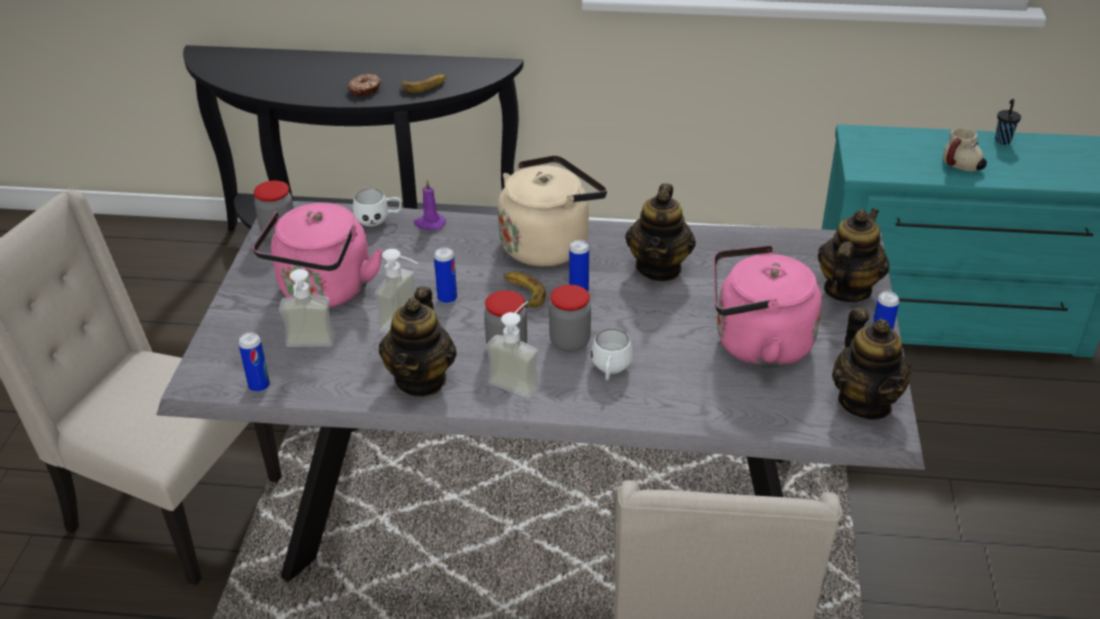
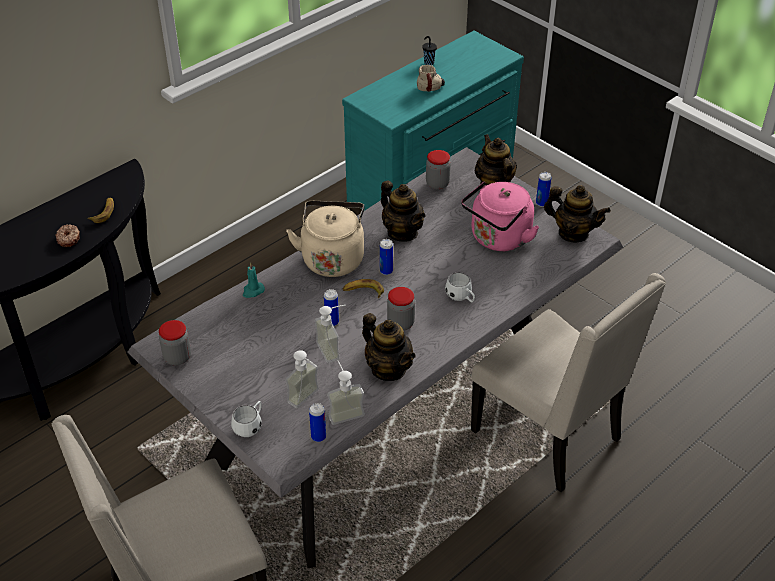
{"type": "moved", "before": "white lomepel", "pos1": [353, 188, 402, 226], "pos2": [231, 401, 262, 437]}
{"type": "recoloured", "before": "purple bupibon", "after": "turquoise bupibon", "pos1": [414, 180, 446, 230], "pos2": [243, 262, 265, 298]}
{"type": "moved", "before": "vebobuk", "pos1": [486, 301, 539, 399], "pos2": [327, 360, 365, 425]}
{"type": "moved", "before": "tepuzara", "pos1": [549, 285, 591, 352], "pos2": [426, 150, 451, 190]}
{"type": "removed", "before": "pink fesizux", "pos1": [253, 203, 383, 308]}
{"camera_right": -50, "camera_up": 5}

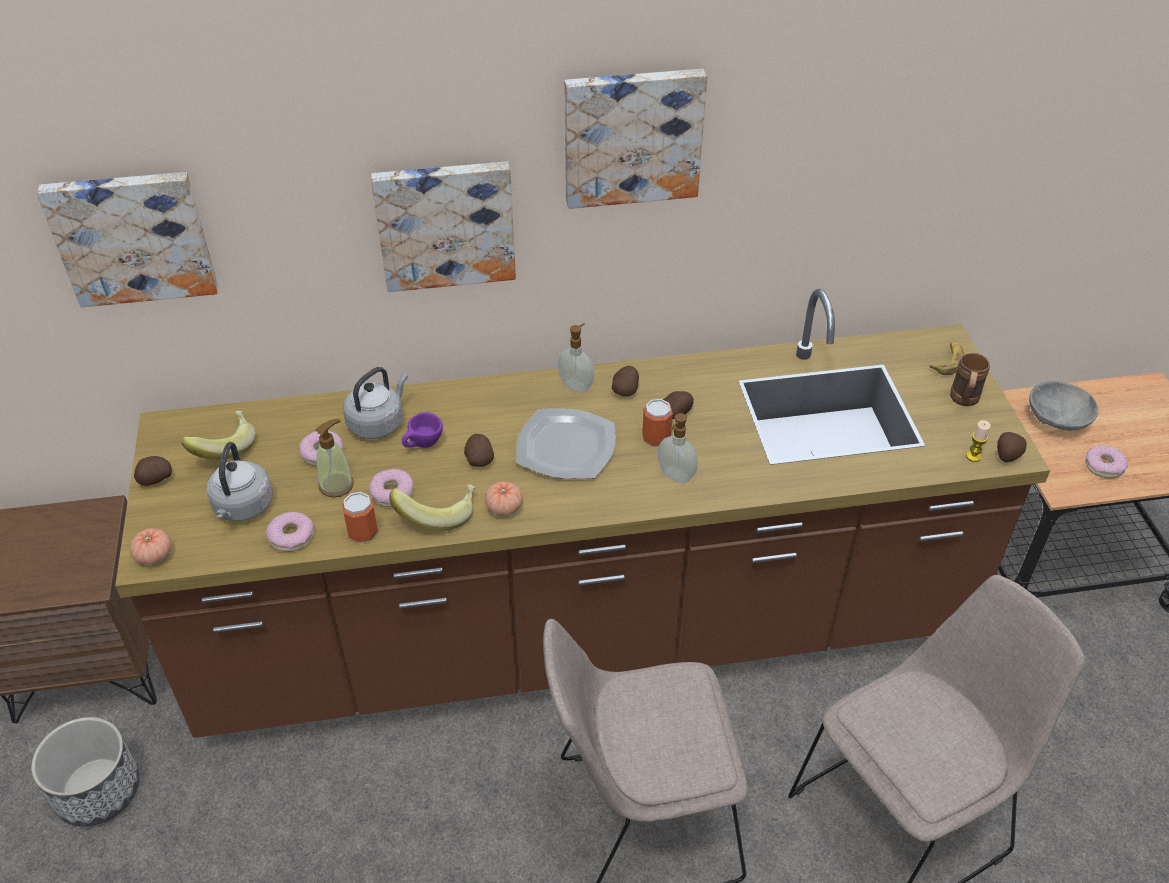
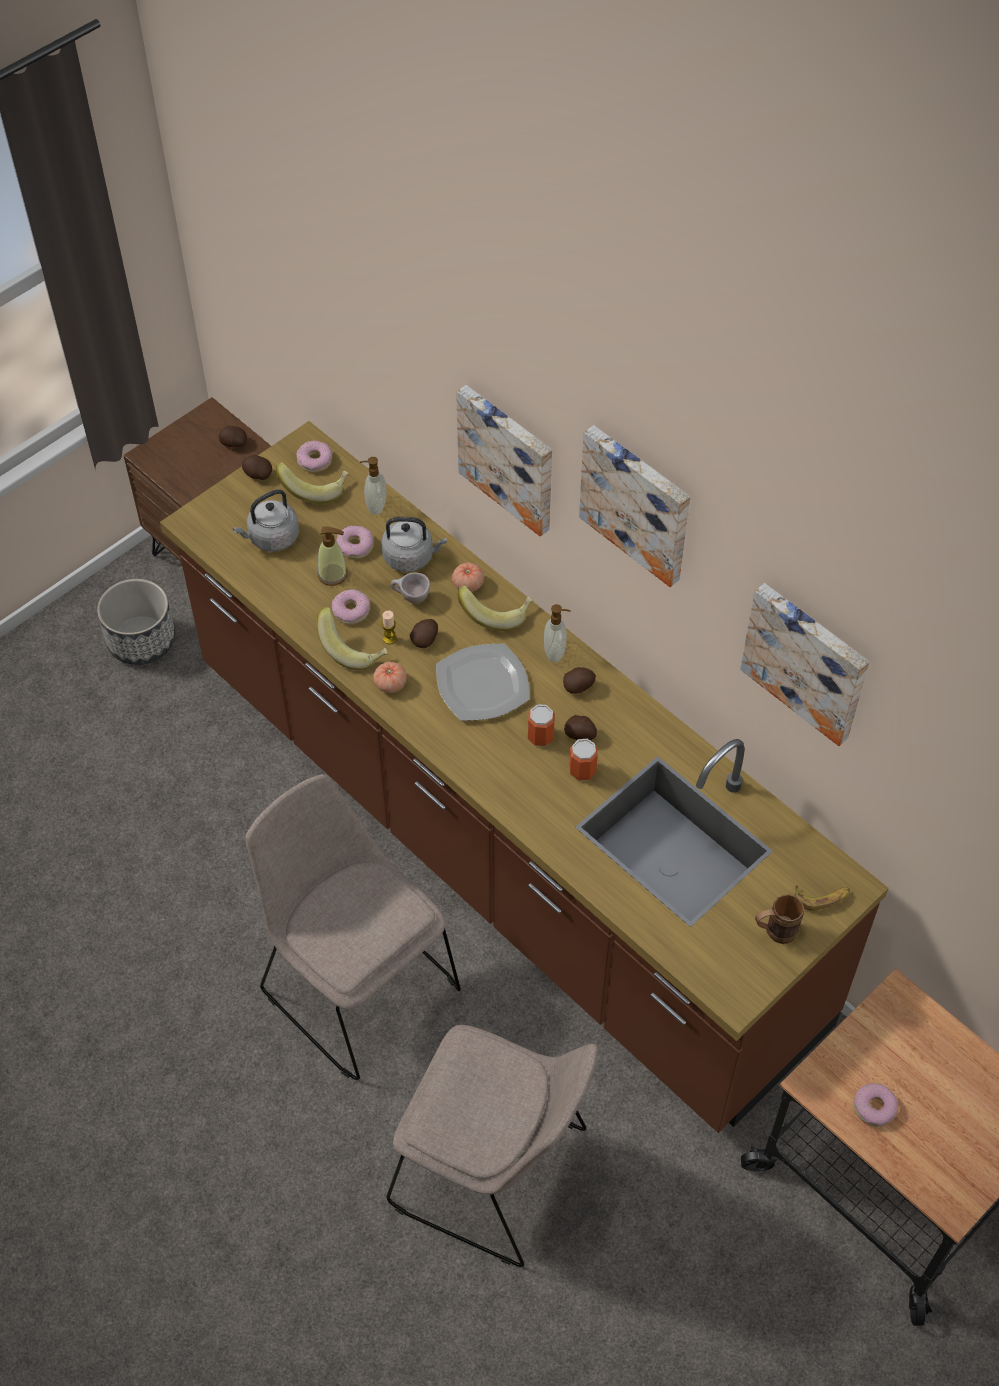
{"type": "moved", "before": "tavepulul", "pos1": [997, 432, 1027, 462], "pos2": [218, 426, 247, 447]}
{"type": "moved", "before": "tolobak", "pos1": [266, 512, 314, 552], "pos2": [297, 440, 333, 473]}
{"type": "moved", "before": "vebobuk", "pos1": [658, 413, 698, 483], "pos2": [360, 457, 386, 515]}
{"type": "moved", "before": "bupibon", "pos1": [966, 420, 991, 462], "pos2": [382, 610, 397, 644]}
{"type": "recoloured", "before": "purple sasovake", "after": "beige sasovake", "pos1": [402, 412, 443, 448], "pos2": [390, 573, 430, 604]}
{"type": "moved", "before": "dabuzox", "pos1": [130, 528, 171, 565], "pos2": [452, 563, 484, 592]}
{"type": "added", "after": "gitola", "pos2": [457, 585, 533, 631]}
{"type": "moved", "before": "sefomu", "pos1": [342, 492, 378, 543], "pos2": [569, 739, 598, 781]}
{"type": "moved", "before": "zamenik", "pos1": [37, 172, 218, 307], "pos2": [740, 583, 869, 746]}
{"type": "removed", "before": "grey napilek", "pos1": [1029, 381, 1098, 430]}
{"camera_right": 55, "camera_up": 10}

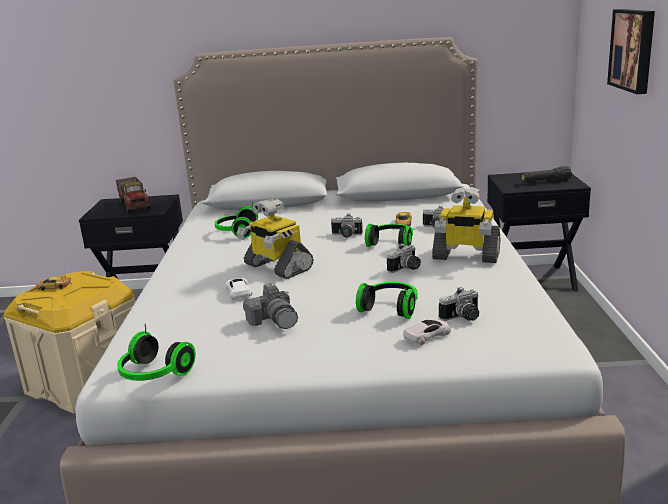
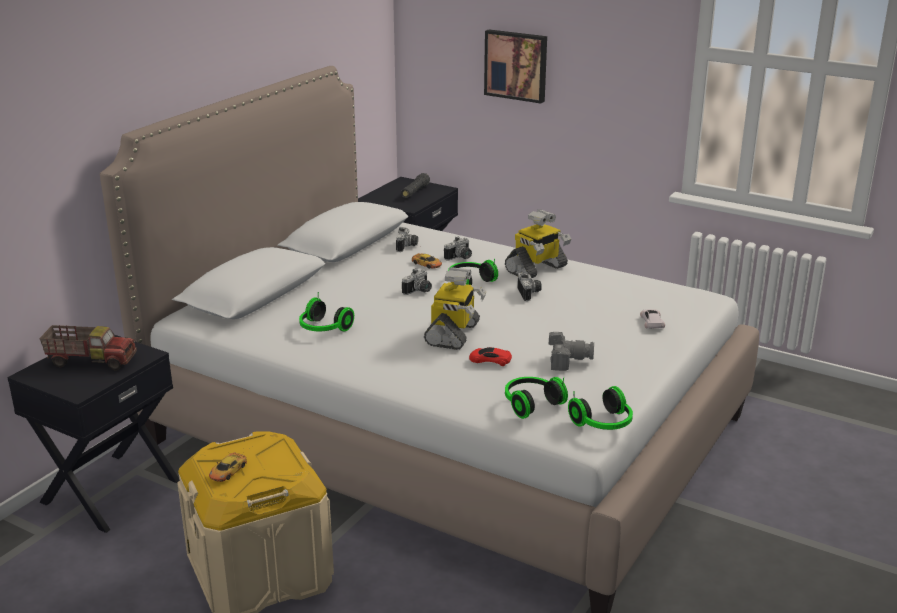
{"type": "moved", "before": "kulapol", "pos1": [439, 287, 479, 321], "pos2": [396, 227, 418, 252]}
{"type": "turned", "before": "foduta", "pos1": [236, 198, 313, 279], "pos2": [424, 267, 486, 350], "turn": -60}
{"type": "recoloured", "before": "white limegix", "after": "red limegix", "pos1": [225, 278, 253, 299], "pos2": [469, 347, 512, 366]}
{"type": "moved", "before": "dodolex", "pos1": [356, 282, 418, 319], "pos2": [505, 377, 568, 419]}
{"camera_right": -60, "camera_up": 5}

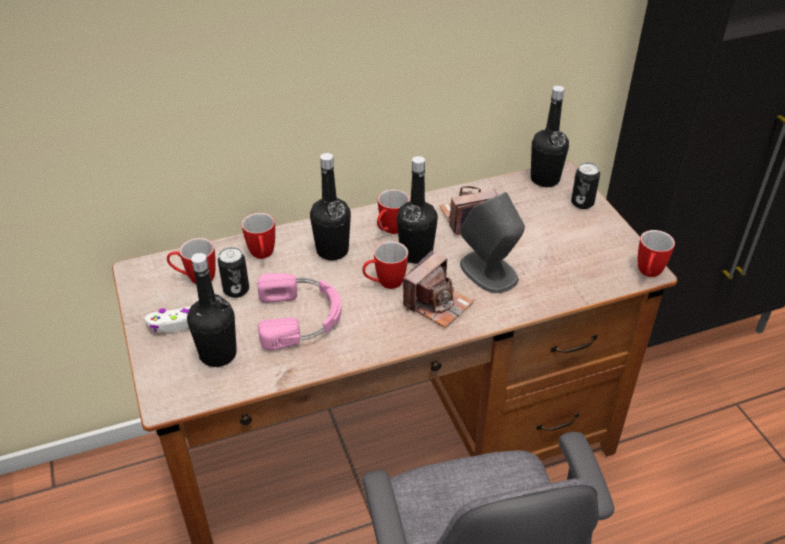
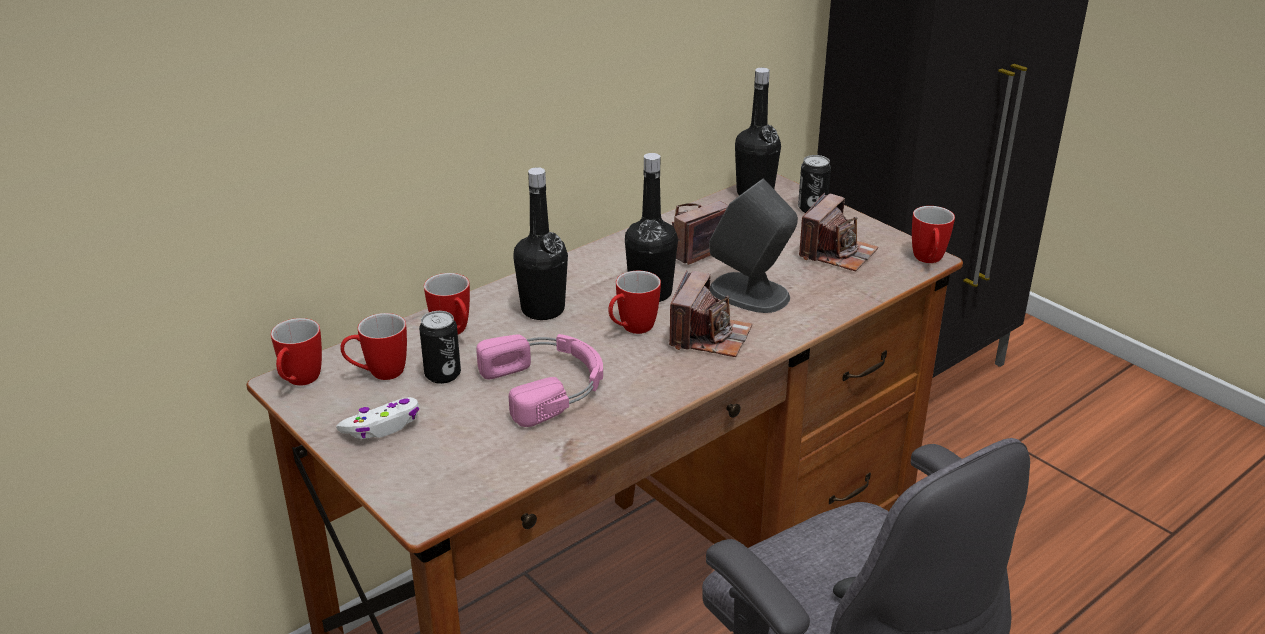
{"type": "moved", "before": "lomepel", "pos1": [377, 189, 410, 234], "pos2": [271, 318, 322, 386]}
{"type": "added", "after": "kulapol", "pos2": [799, 193, 878, 272]}
{"type": "removed", "before": "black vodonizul", "pos1": [187, 253, 237, 367]}
{"camera_right": -20, "camera_up": -10}

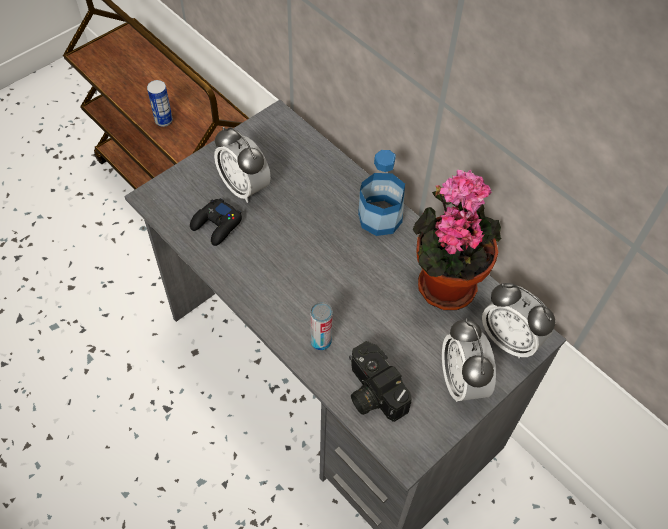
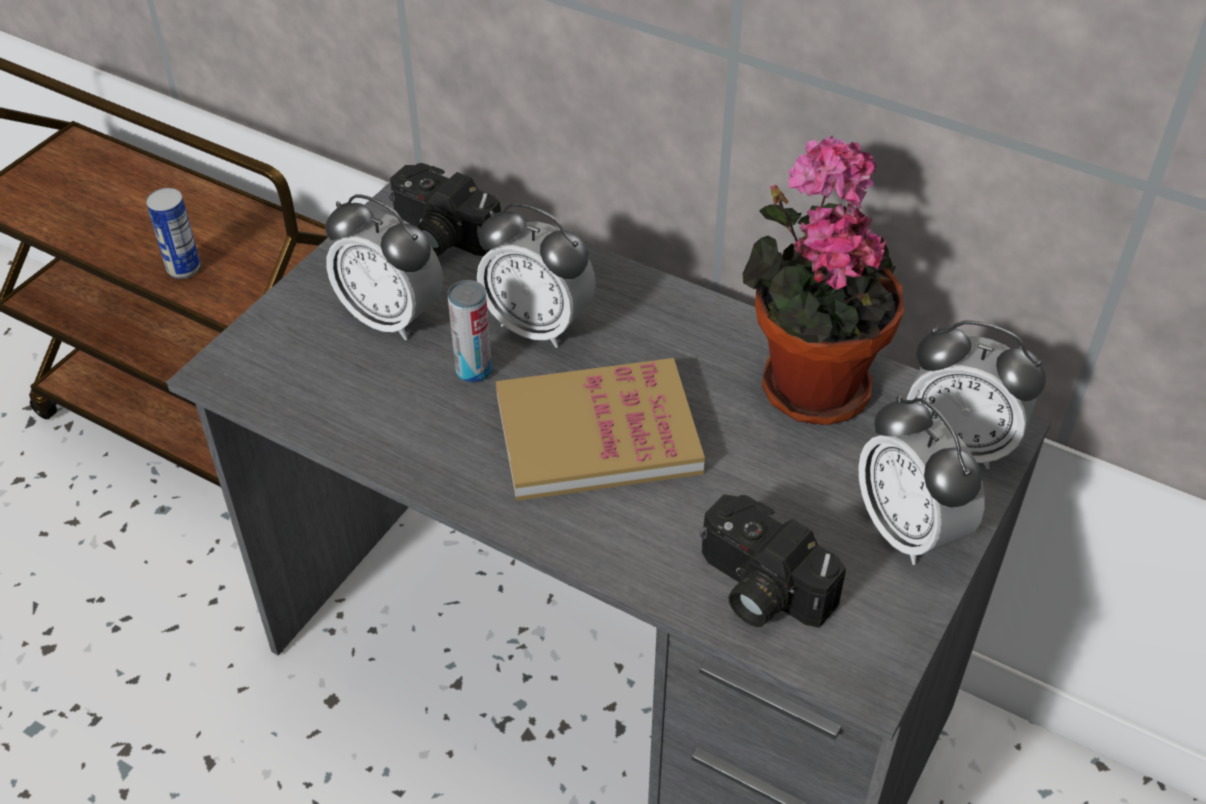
{"type": "added", "after": "kulapol", "pos2": [389, 163, 501, 256]}
{"type": "moved", "before": "sefomu", "pos1": [310, 302, 333, 350], "pos2": [448, 280, 492, 383]}
{"type": "added", "after": "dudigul", "pos2": [477, 203, 596, 348]}
{"type": "added", "after": "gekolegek", "pos2": [496, 358, 705, 501]}
{"type": "removed", "before": "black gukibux", "pos1": [190, 198, 242, 246]}
{"type": "removed", "before": "vodonizul", "pos1": [358, 150, 405, 236]}
{"camera_right": -15, "camera_up": -10}

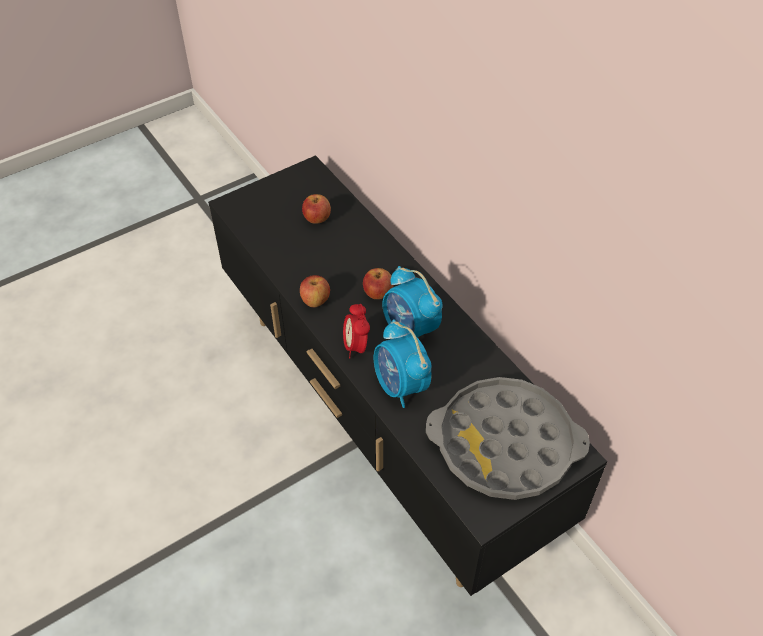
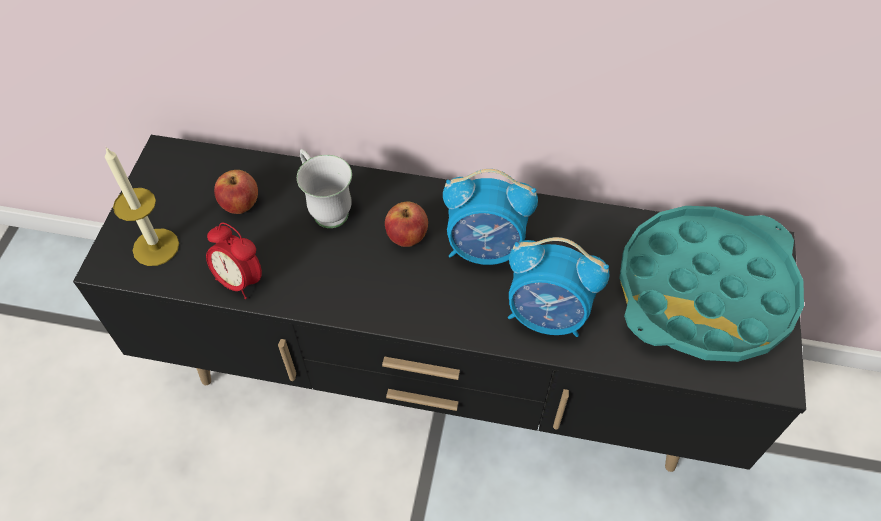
{"type": "added", "after": "bupibon", "pos2": [105, 147, 179, 266]}
{"type": "moved", "before": "dudigul", "pos1": [343, 304, 370, 359], "pos2": [206, 223, 262, 299]}
{"type": "added", "after": "white lomepel", "pos2": [297, 149, 352, 228]}
{"type": "recoloured", "before": "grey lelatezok", "after": "turquoise lelatezok", "pos1": [426, 377, 590, 500], "pos2": [619, 206, 804, 362]}
{"type": "removed", "before": "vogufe", "pos1": [300, 275, 330, 307]}
{"camera_right": -45, "camera_up": 5}

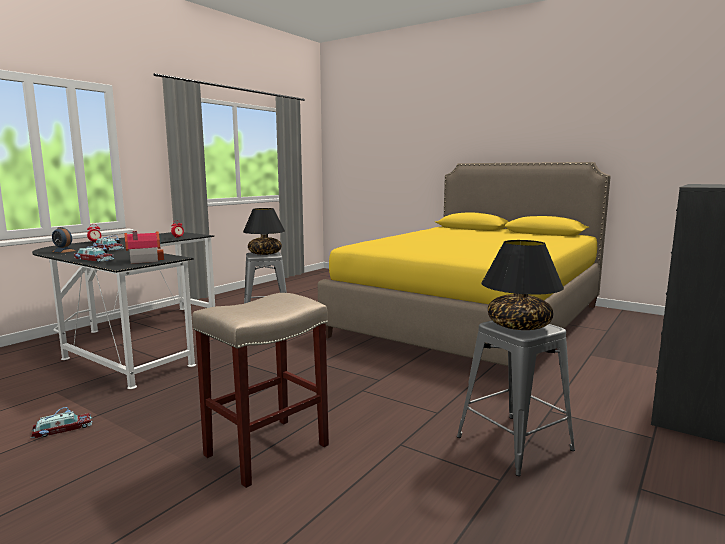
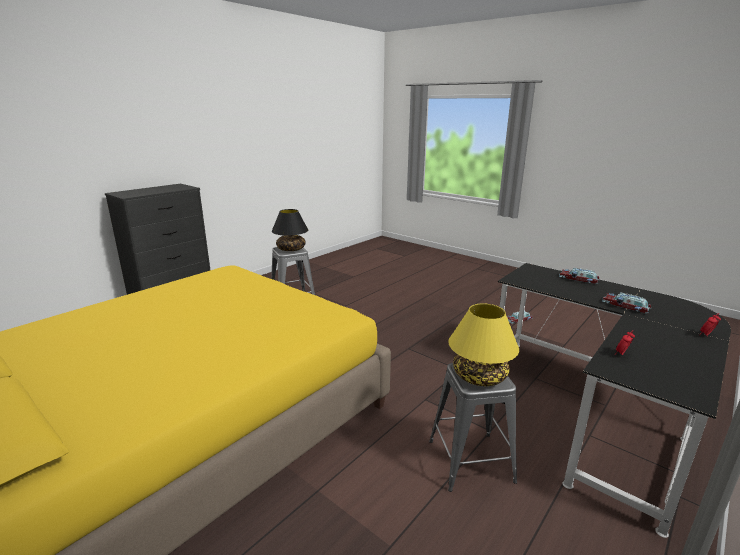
{"type": "recoloured", "before": "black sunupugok", "after": "yellow sunupugok", "pos1": [243, 208, 285, 255], "pos2": [448, 303, 519, 386]}
{"type": "removed", "before": "dudigul", "pos1": [52, 227, 75, 253]}
{"type": "removed", "before": "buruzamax", "pos1": [124, 231, 164, 264]}
{"type": "removed", "before": "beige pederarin", "pos1": [192, 293, 329, 488]}
{"camera_right": -175, "camera_up": 10}

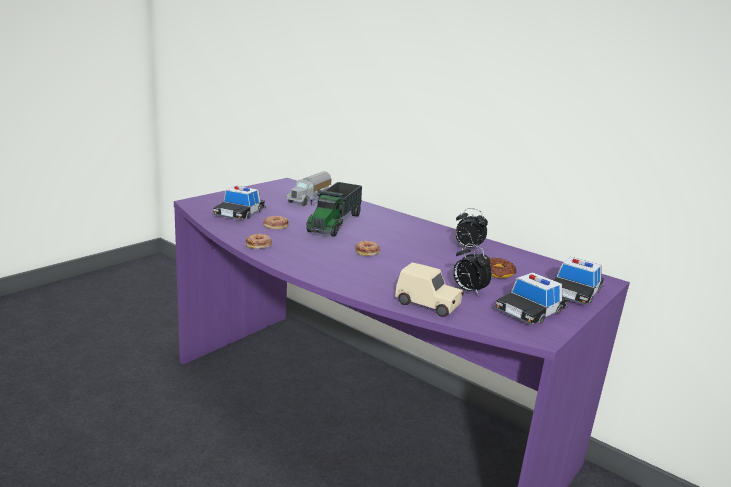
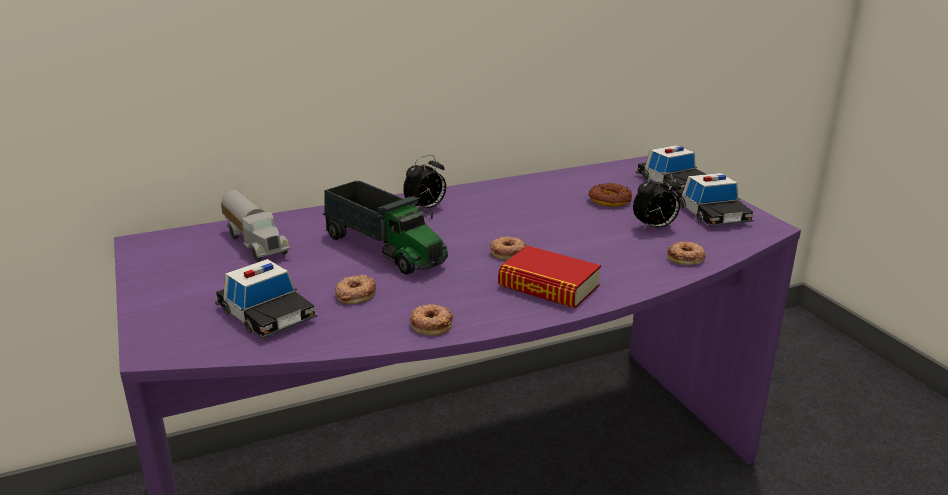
{"type": "moved", "before": "dudigul", "pos1": [455, 208, 488, 251], "pos2": [403, 155, 446, 209]}
{"type": "added", "after": "gekolegek", "pos2": [498, 246, 601, 308]}
{"type": "replaced", "before": "beige limegix", "after": "tolobak", "pos1": [395, 262, 464, 317], "pos2": [668, 241, 706, 265]}
{"camera_right": -60, "camera_up": 5}

